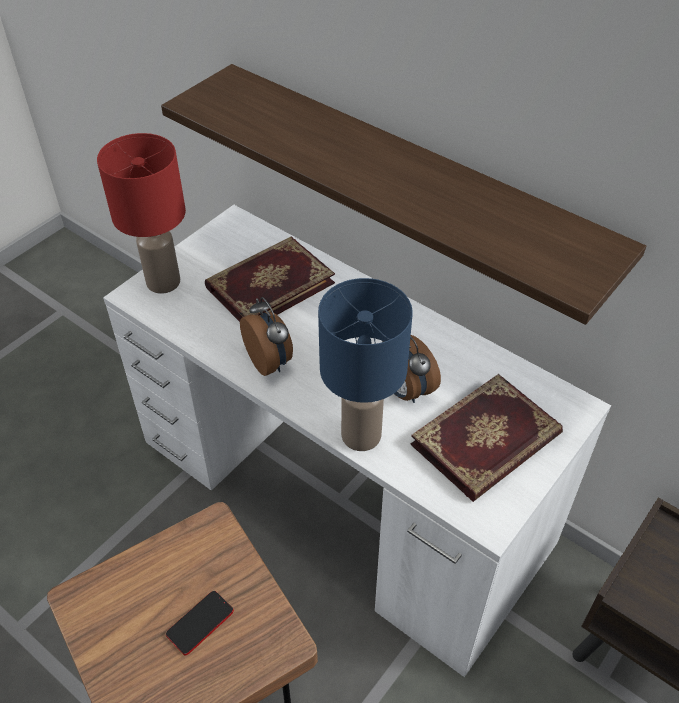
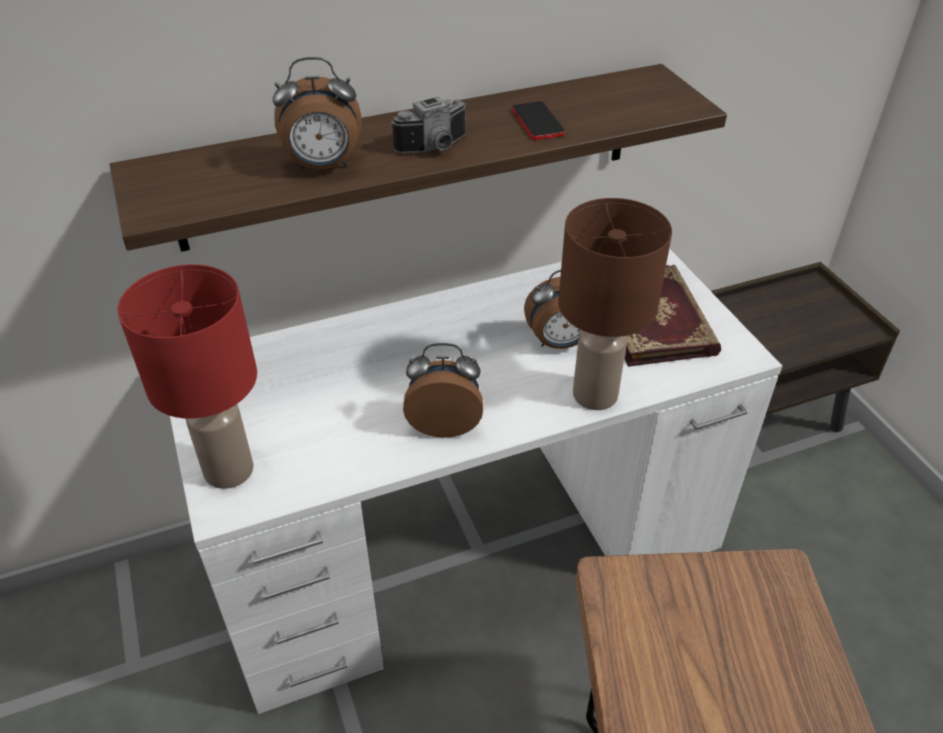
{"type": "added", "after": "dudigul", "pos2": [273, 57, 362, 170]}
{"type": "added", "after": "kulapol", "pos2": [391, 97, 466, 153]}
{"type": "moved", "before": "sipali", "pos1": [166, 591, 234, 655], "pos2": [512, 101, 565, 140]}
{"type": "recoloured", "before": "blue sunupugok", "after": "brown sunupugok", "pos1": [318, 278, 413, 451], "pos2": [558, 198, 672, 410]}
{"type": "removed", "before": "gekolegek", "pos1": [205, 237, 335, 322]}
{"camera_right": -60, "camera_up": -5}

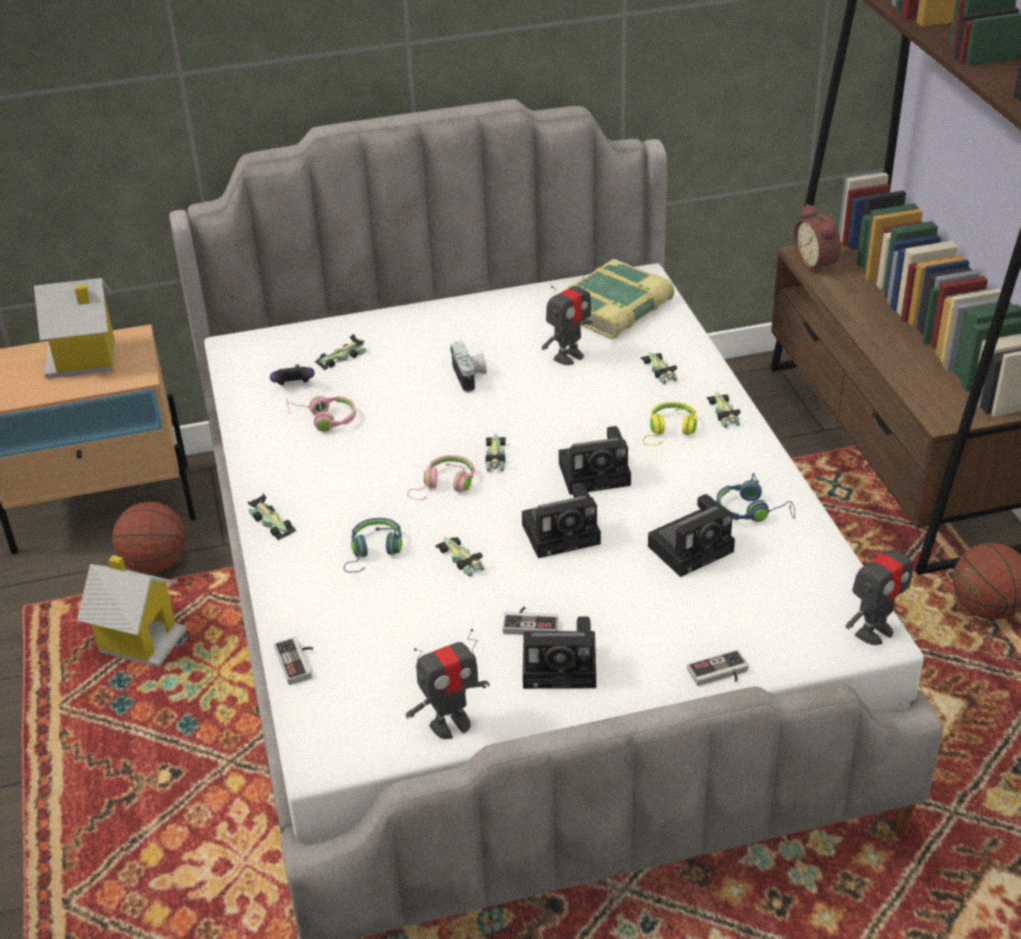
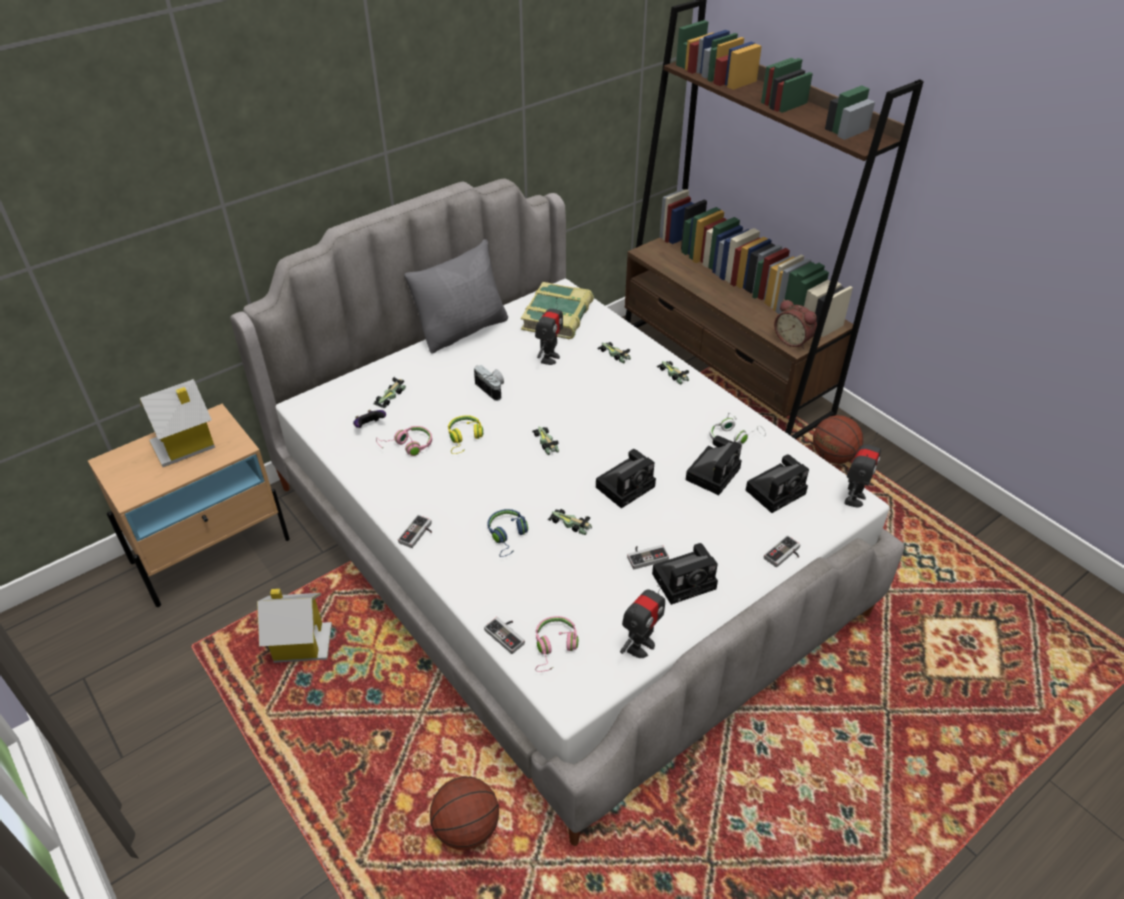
{"type": "replaced", "before": "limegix", "after": "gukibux", "pos1": [248, 493, 296, 540], "pos2": [398, 515, 432, 548]}
{"type": "added", "after": "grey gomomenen", "pos2": [404, 239, 508, 354]}
{"type": "moved", "before": "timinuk", "pos1": [112, 502, 186, 574], "pos2": [430, 776, 499, 850]}
{"type": "moved", "before": "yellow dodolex", "pos1": [643, 402, 697, 446], "pos2": [448, 415, 483, 454]}
{"type": "moved", "before": "pink dodolex", "pos1": [407, 455, 475, 500], "pos2": [535, 616, 578, 672]}
{"type": "recoloured", "before": "blue dodolex", "after": "white dodolex", "pos1": [716, 473, 795, 522], "pos2": [710, 412, 766, 444]}
{"type": "moved", "before": "kulapol", "pos1": [559, 426, 631, 495], "pos2": [746, 454, 809, 513]}
{"type": "moved", "before": "dudigul", "pos1": [794, 204, 841, 274], "pos2": [774, 299, 817, 349]}
{"camera_right": -25, "camera_up": 5}

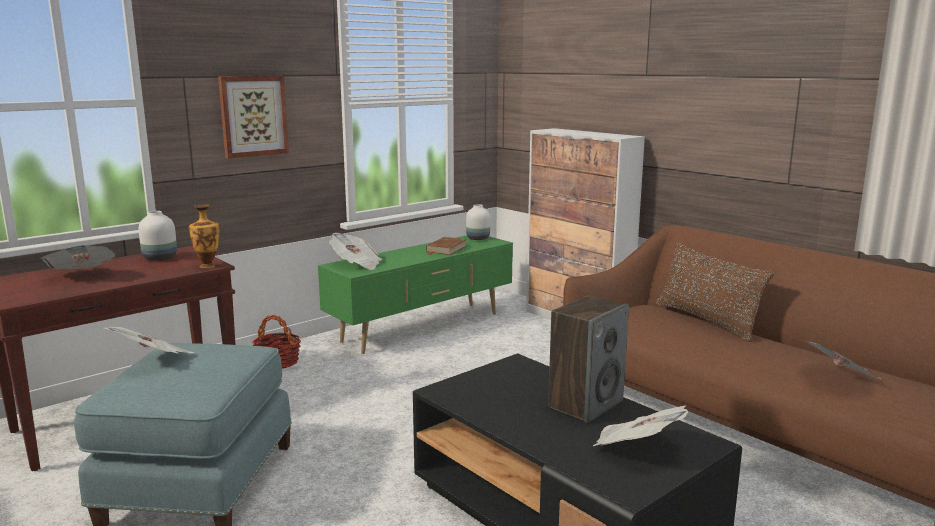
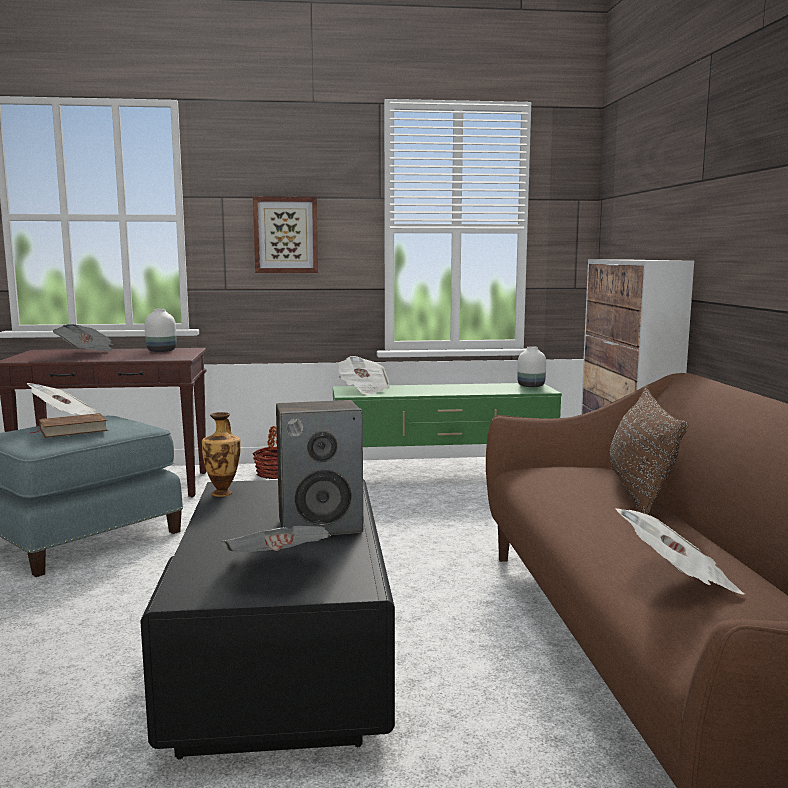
{"type": "moved", "before": "brown gekolegek", "pos1": [426, 237, 467, 255], "pos2": [31, 413, 108, 438]}
{"type": "moved", "before": "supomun", "pos1": [189, 204, 220, 269], "pos2": [202, 412, 241, 497]}
{"camera_right": 35, "camera_up": -5}

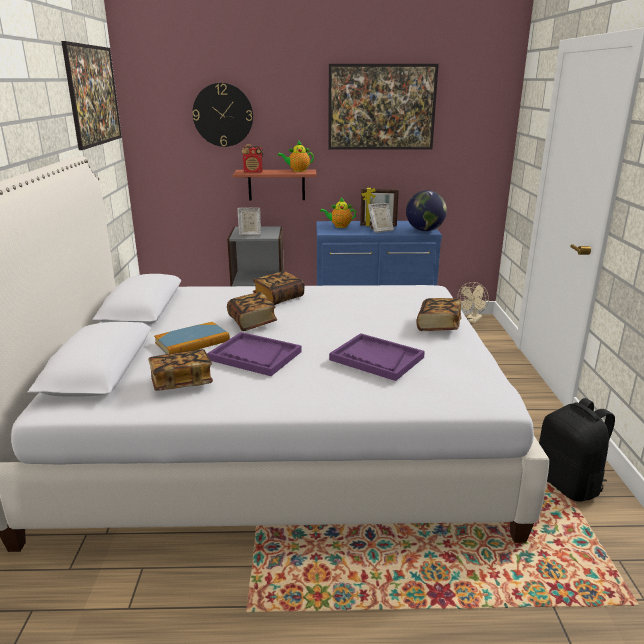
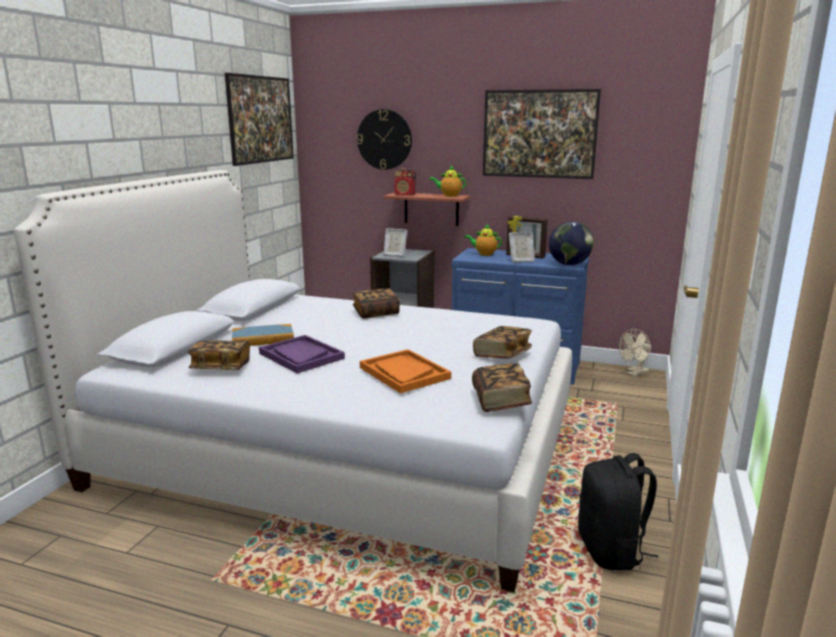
{"type": "recoloured", "before": "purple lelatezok", "after": "orange lelatezok", "pos1": [329, 333, 425, 381], "pos2": [360, 349, 451, 393]}
{"type": "moved", "before": "gekolegek", "pos1": [227, 292, 277, 331], "pos2": [472, 363, 532, 412]}
{"camera_right": 20, "camera_up": -5}

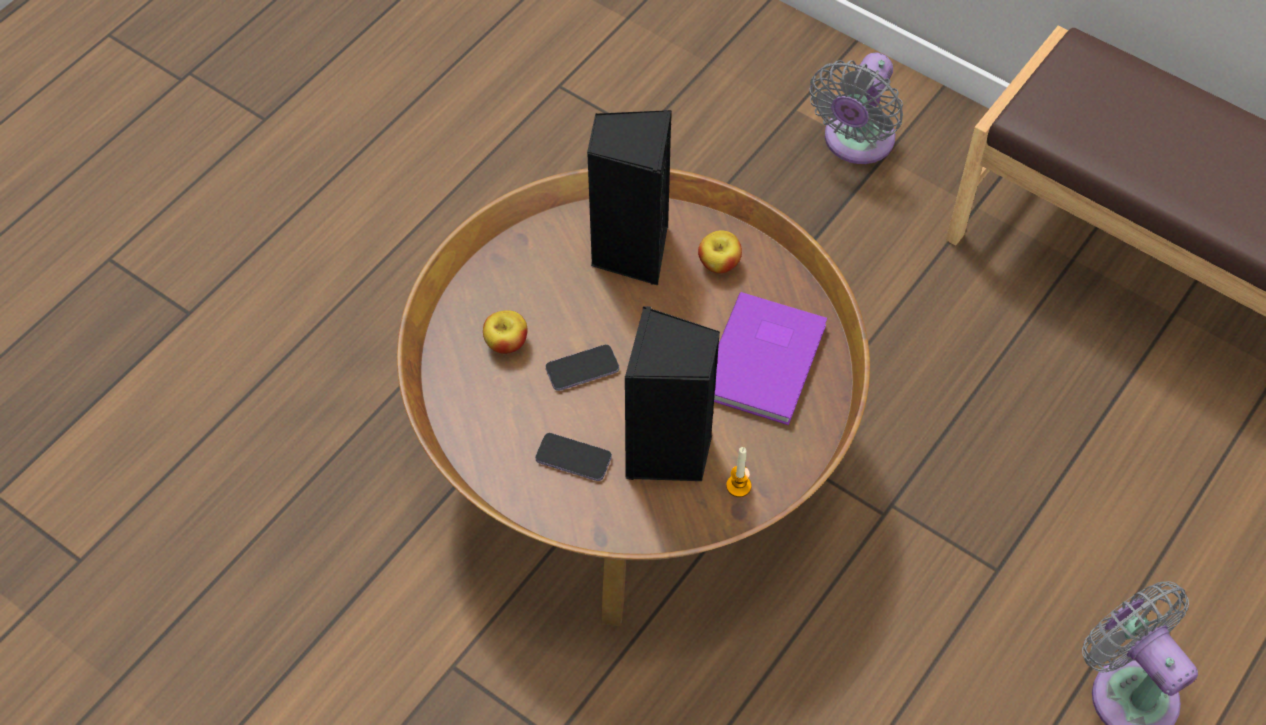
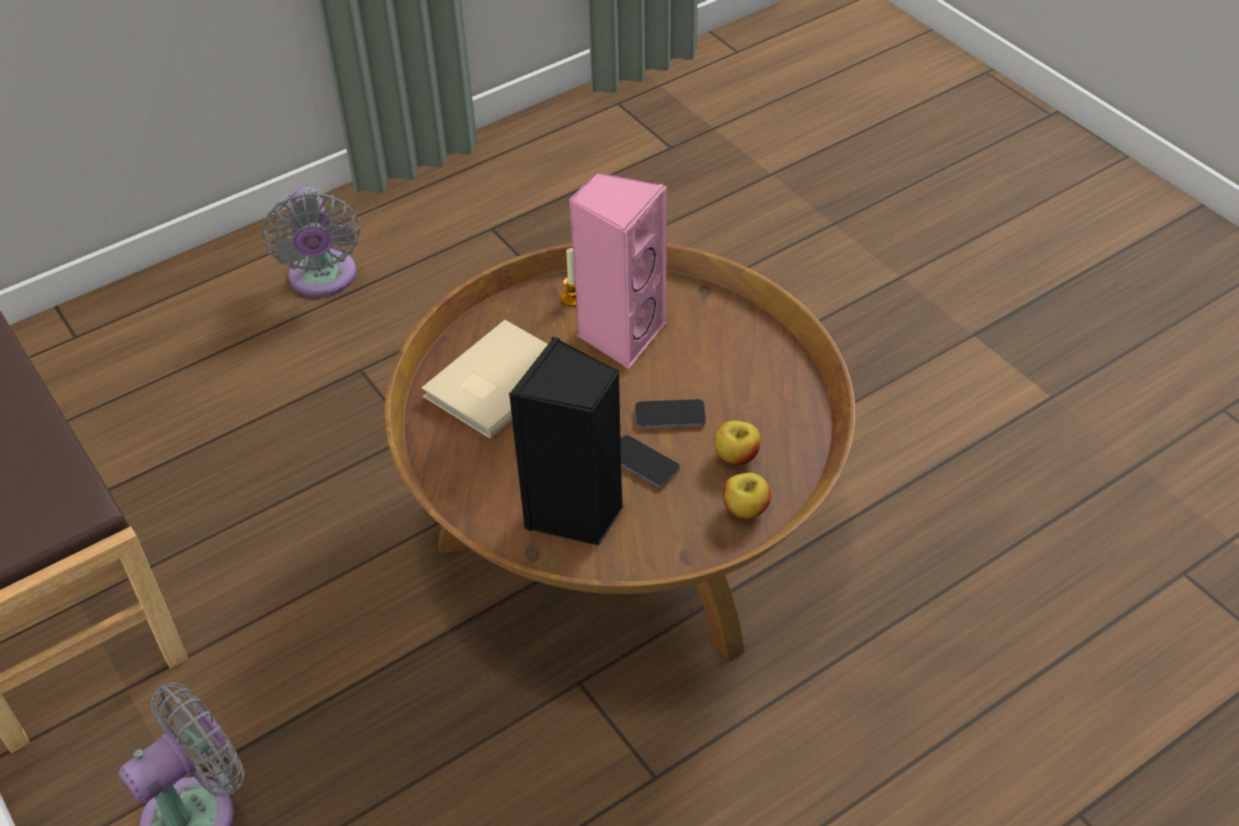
{"type": "recoloured", "before": "purple gekolegek", "after": "beige gekolegek", "pos1": [714, 292, 827, 425], "pos2": [421, 320, 548, 438]}
{"type": "recoloured", "before": "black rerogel", "after": "pink rerogel", "pos1": [625, 306, 720, 481], "pos2": [569, 171, 667, 369]}
{"type": "moved", "before": "sipali", "pos1": [535, 433, 612, 481], "pos2": [620, 435, 680, 487]}
{"type": "moved", "before": "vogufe", "pos1": [698, 230, 742, 273], "pos2": [723, 473, 771, 519]}
{"camera_right": -160, "camera_up": -10}

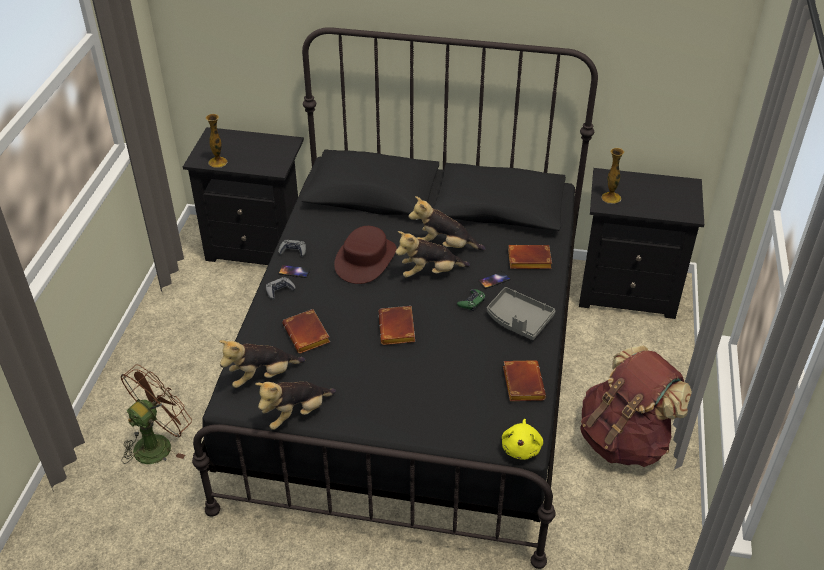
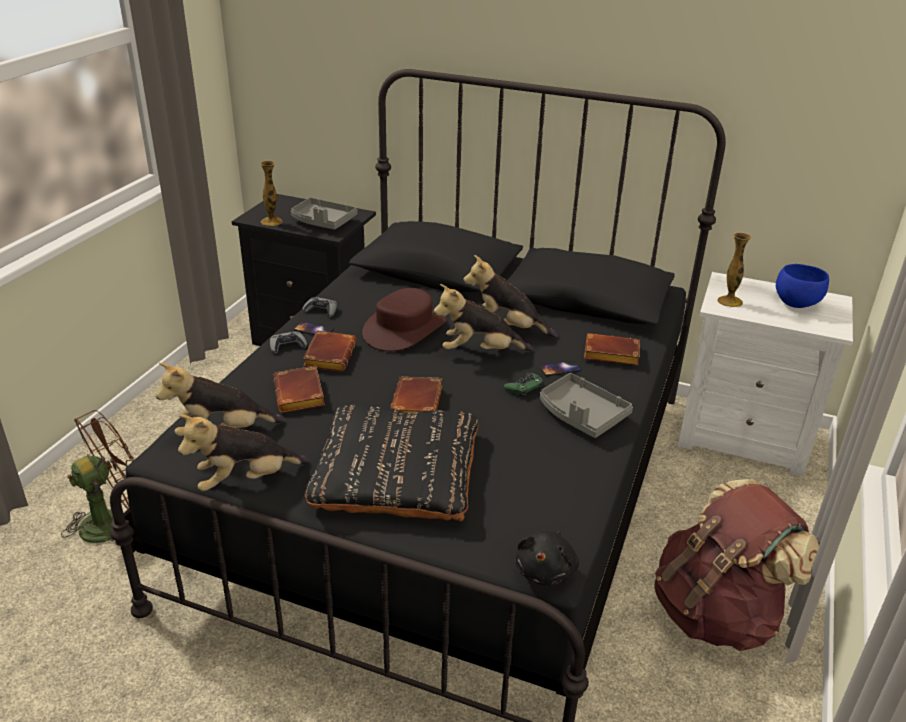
{"type": "added", "after": "grey lelatezok", "pos2": [291, 197, 357, 230]}
{"type": "moved", "before": "brown gekolegek", "pos1": [503, 360, 546, 401], "pos2": [303, 331, 357, 372]}
{"type": "added", "after": "black gomomenen", "pos2": [305, 405, 479, 522]}
{"type": "recoloured", "before": "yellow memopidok", "after": "black memopidok", "pos1": [502, 419, 543, 460], "pos2": [516, 531, 579, 586]}
{"type": "recoloured", "before": "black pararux", "after": "white pararux", "pos1": [579, 168, 704, 319], "pos2": [678, 272, 853, 477]}
{"type": "added", "after": "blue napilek", "pos2": [776, 264, 829, 308]}
{"camera_right": 10, "camera_up": -10}

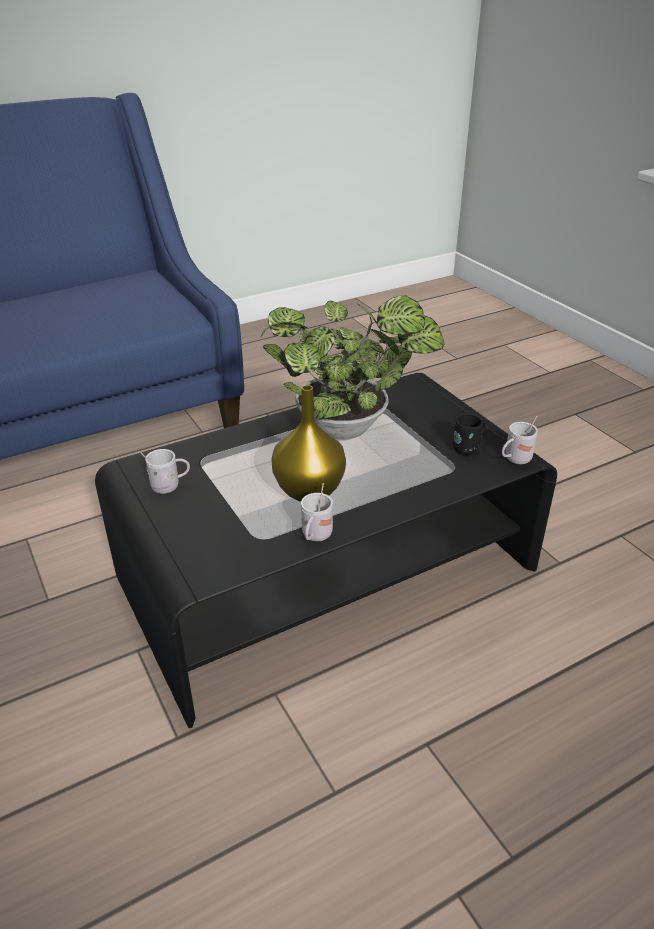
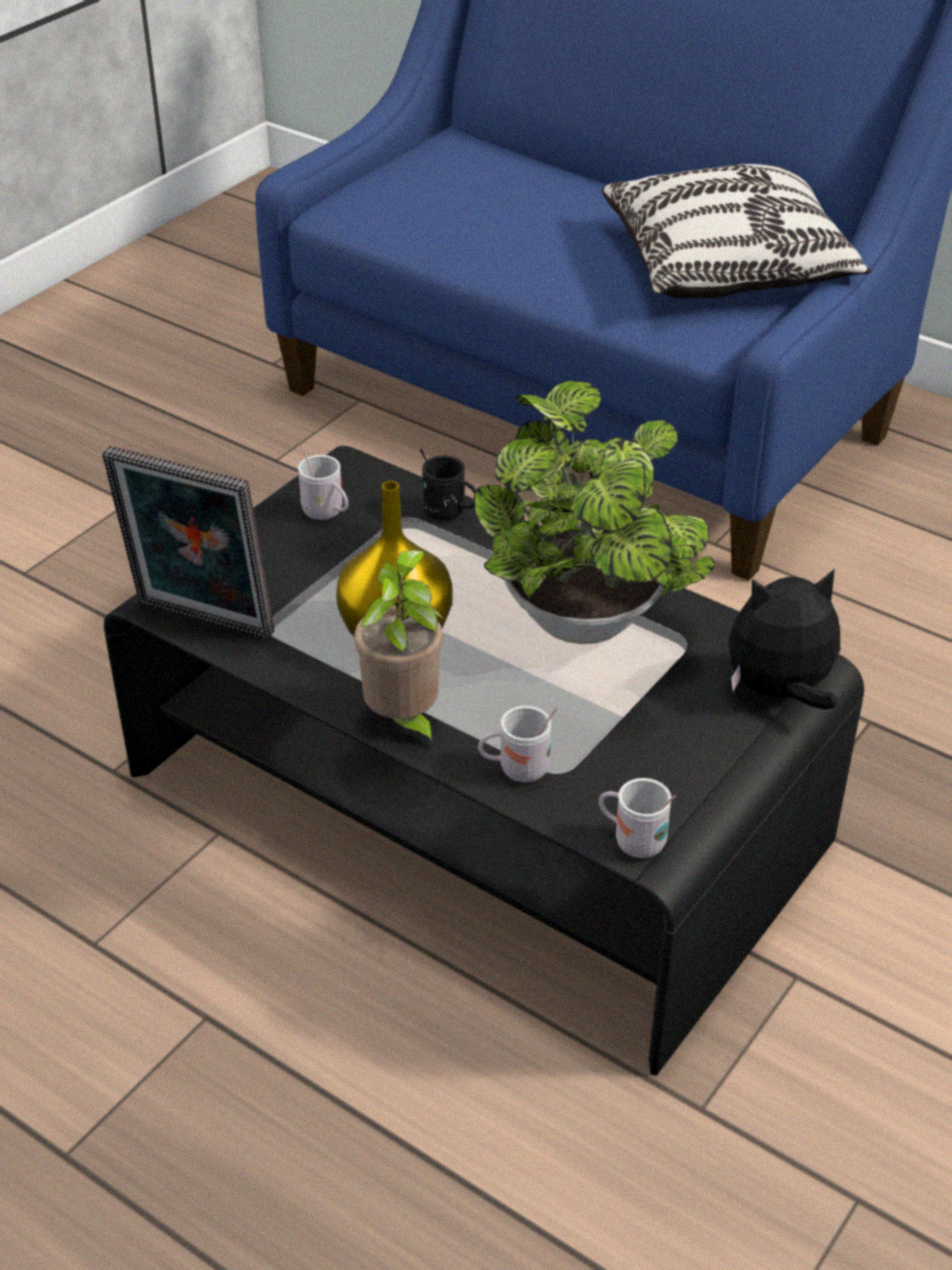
{"type": "added", "after": "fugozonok", "pos2": [102, 446, 274, 640]}
{"type": "added", "after": "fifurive", "pos2": [354, 550, 444, 750]}
{"type": "moved", "before": "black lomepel", "pos1": [453, 413, 486, 455], "pos2": [420, 449, 477, 521]}
{"type": "moved", "before": "white lomepel", "pos1": [301, 483, 333, 541], "pos2": [478, 706, 557, 782]}
{"type": "added", "after": "gomomenen", "pos2": [602, 164, 872, 299]}
{"type": "added", "after": "memopidok", "pos2": [729, 568, 840, 710]}
{"camera_right": 65, "camera_up": 5}

